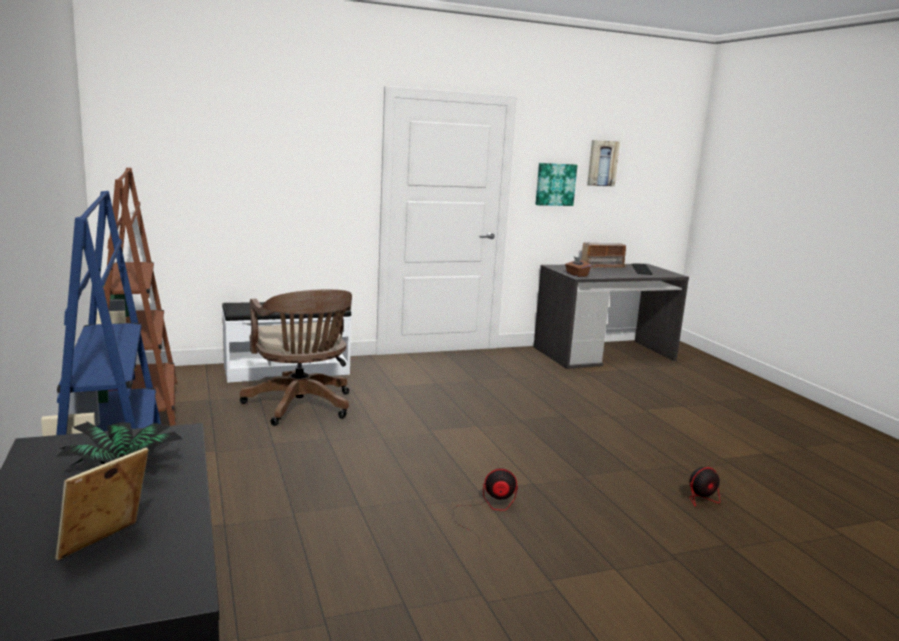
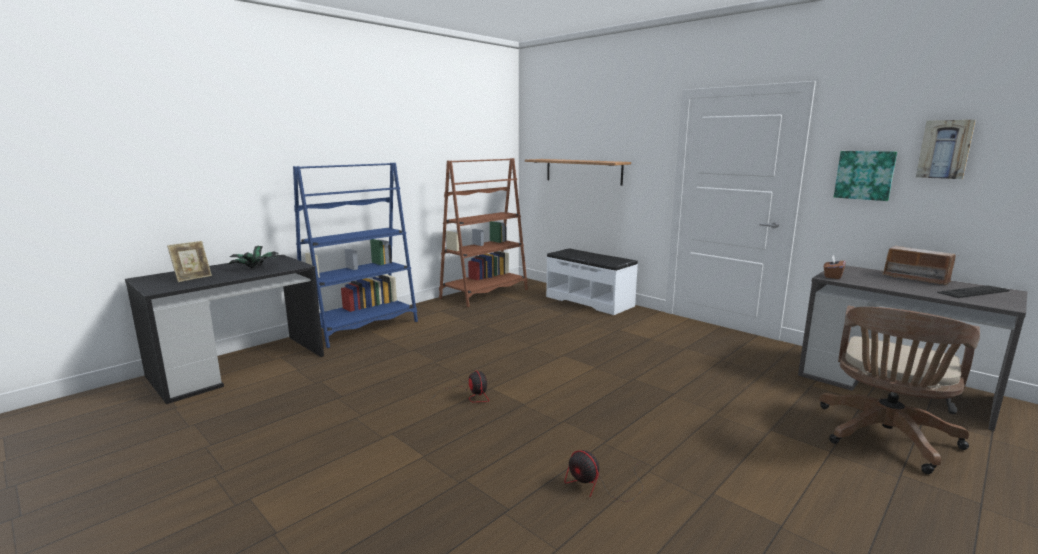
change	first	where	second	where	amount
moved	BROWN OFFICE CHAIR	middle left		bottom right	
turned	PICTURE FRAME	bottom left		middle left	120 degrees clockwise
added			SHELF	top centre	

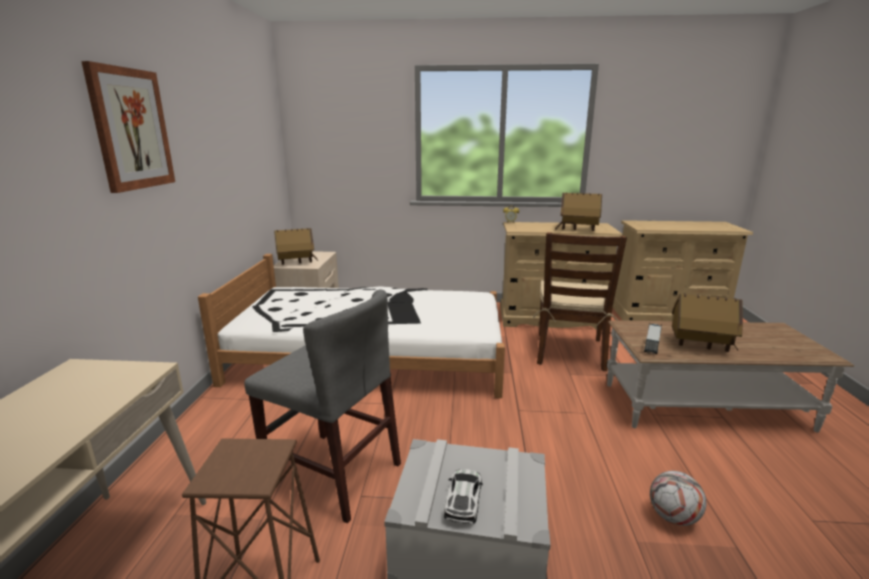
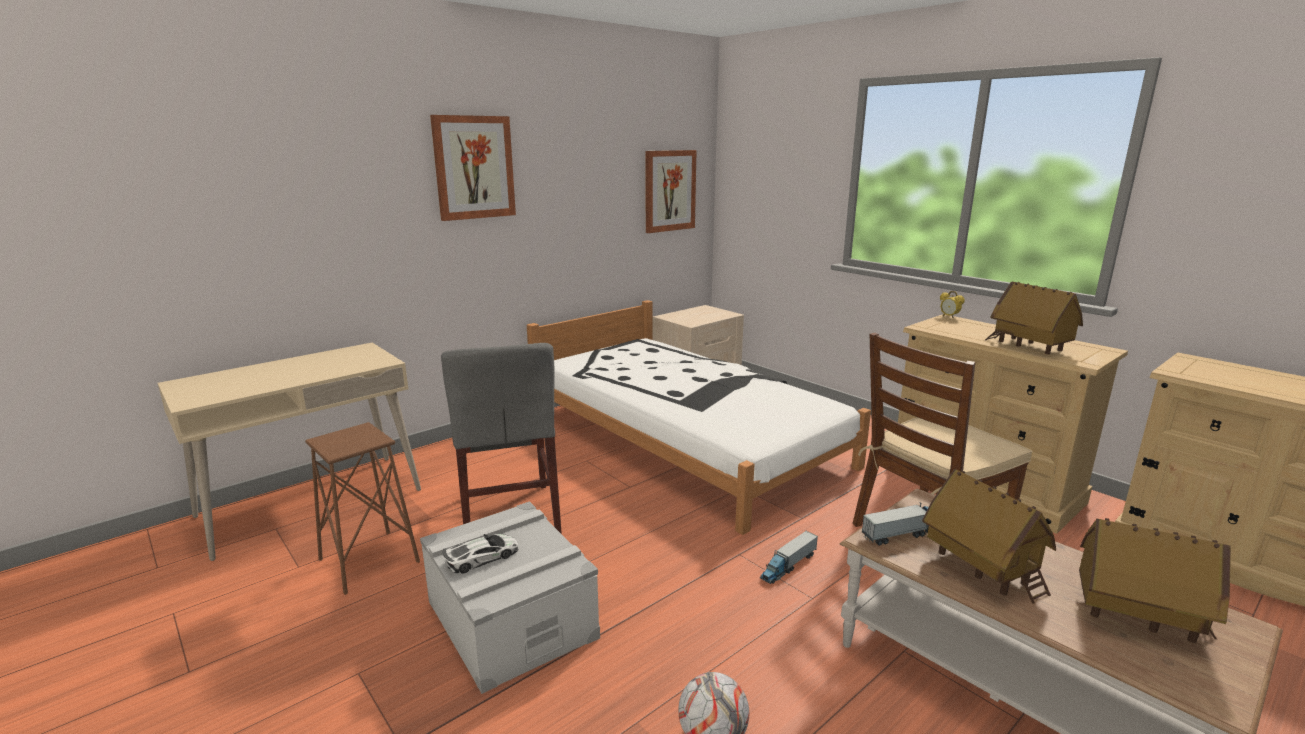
change	first	where	second	where	amount
moved	TOY HOUSE (1st from left in the first image)	centre	TOY HOUSE (3rd from left)	bottom right	
added			PICTURE (2nd from left)	top centre	
added			TOY TRUCK (1st from left)	bottom centre	

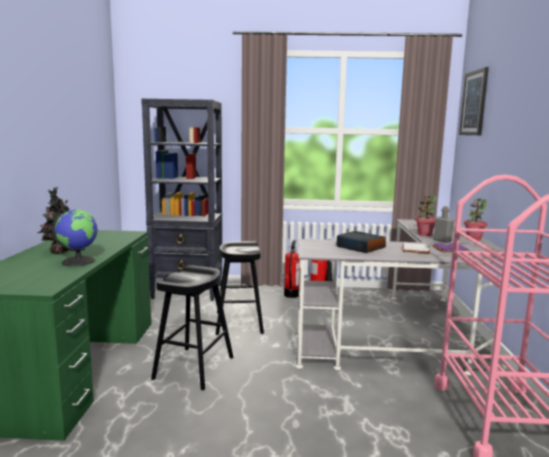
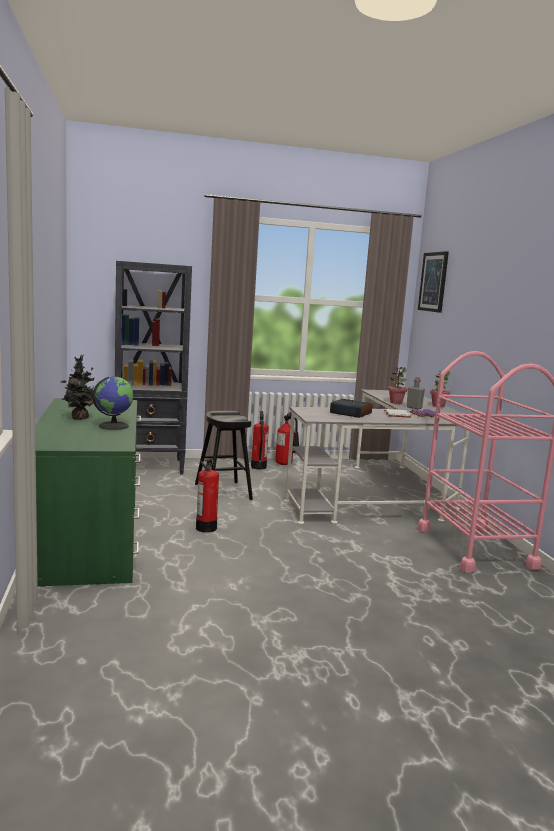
change	first	where	second	where	amount
replaced	BLACK STOOL (1st from left)	bottom centre	FIRE EXTINGUISHER (1st from left)	centre	

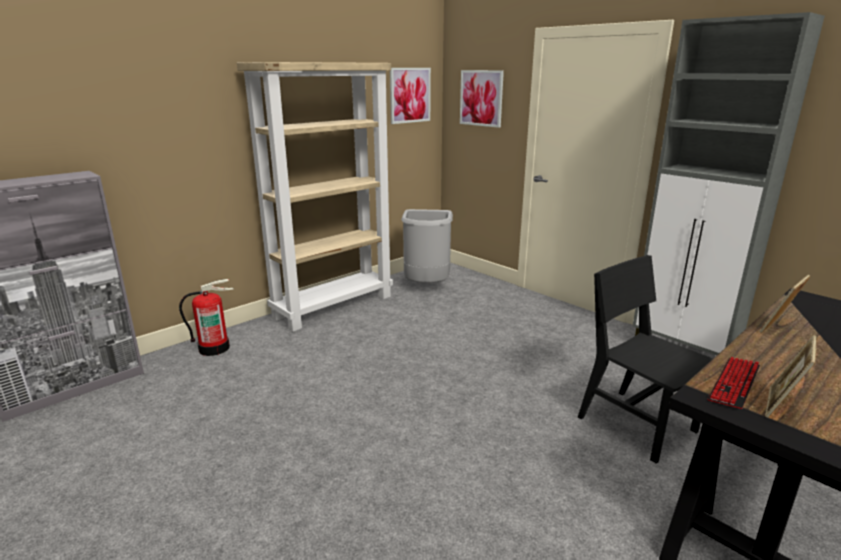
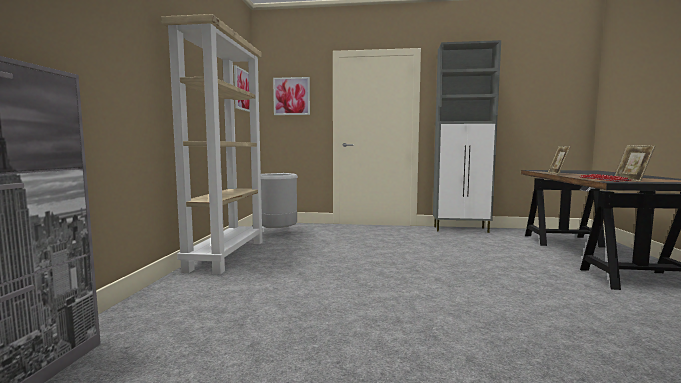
change	first	where	second	where	amount
removed	BLACK CHAIR	middle right			
removed	FIRE EXTINGUISHER	middle left			

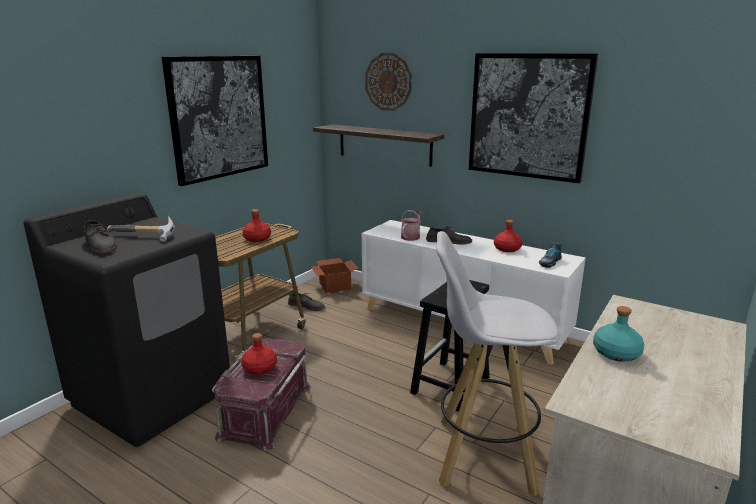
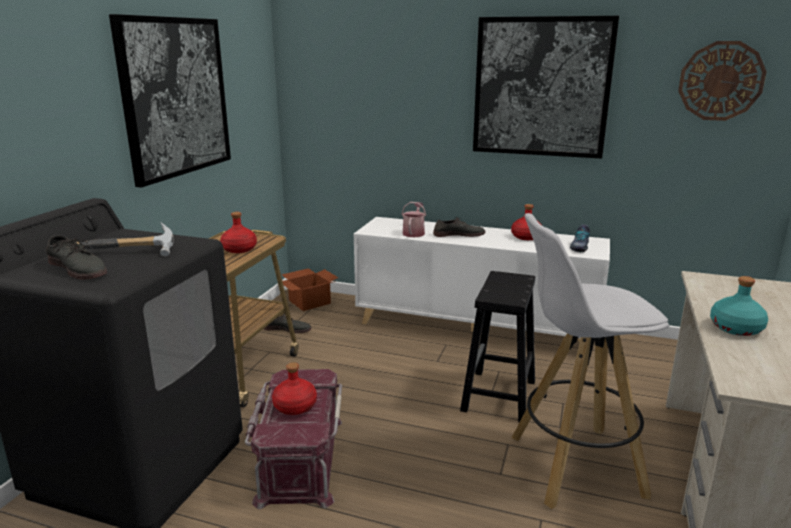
change	first	where	second	where	amount
moved	WALL CLOCK	top centre		top right	
removed	SHELF	top centre			

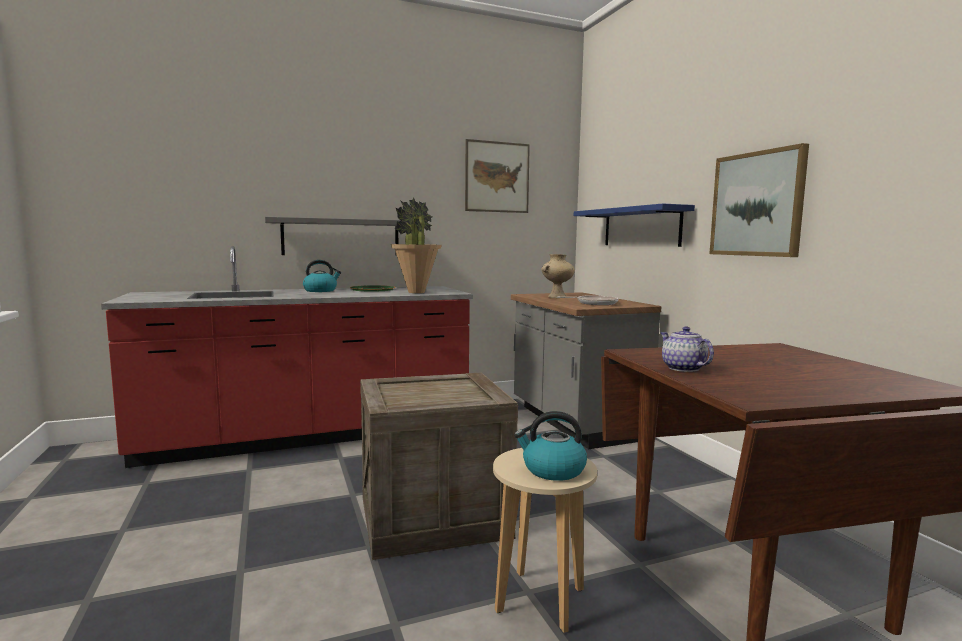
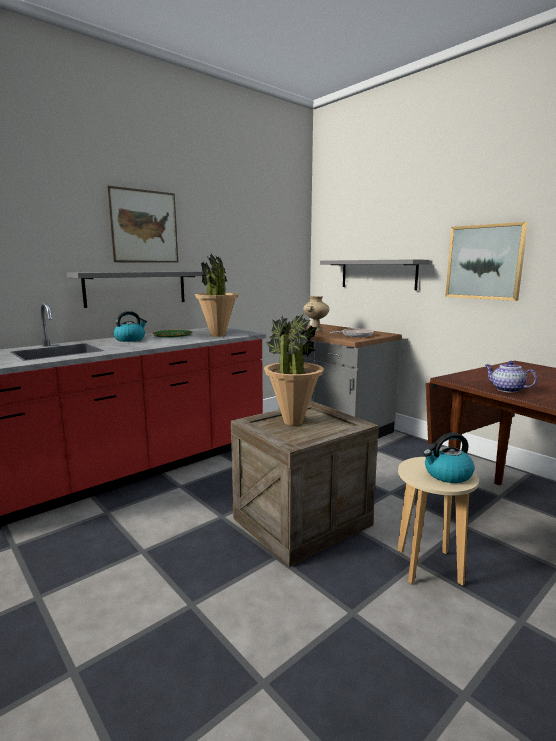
change	first	where	second	where	amount
moved	PICTURE (1st from left)	top centre		top left	
recoloured	BLUE SHELF	centre	GREY SHELF (2nd from left)	middle right	
added			POTTED PLANT (2nd from left)	centre	

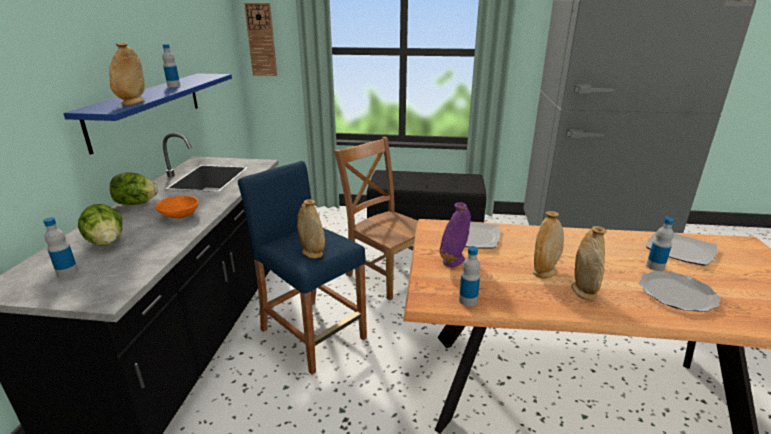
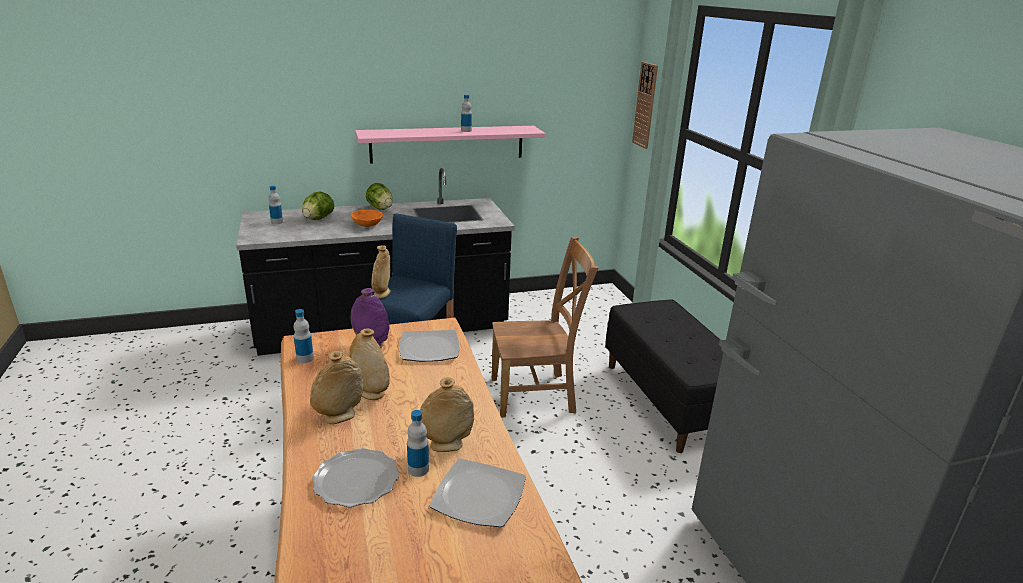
change	first	where	second	where	amount
moved	BEIGE VASE (1st from left in the first image)	top left	BEIGE VASE (4th from left)	bottom centre	
recoloured	BLUE SHELF	top left	PINK SHELF	top centre	
turned	BROWN CHAIR	centre		centre	60 degrees clockwise

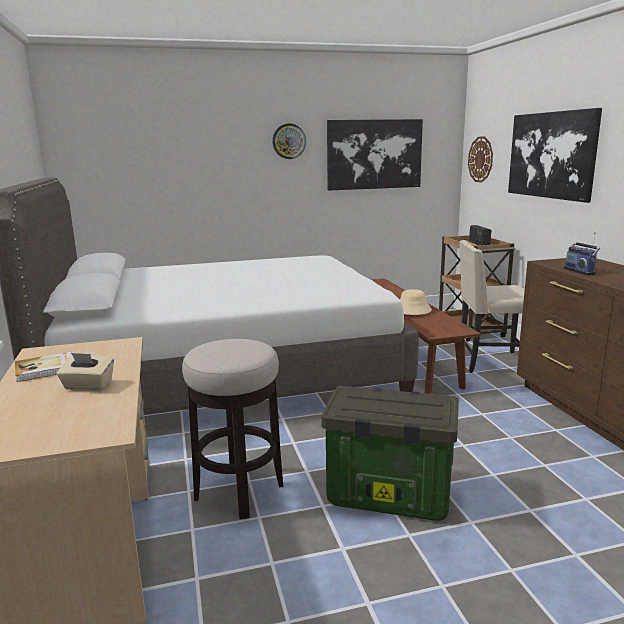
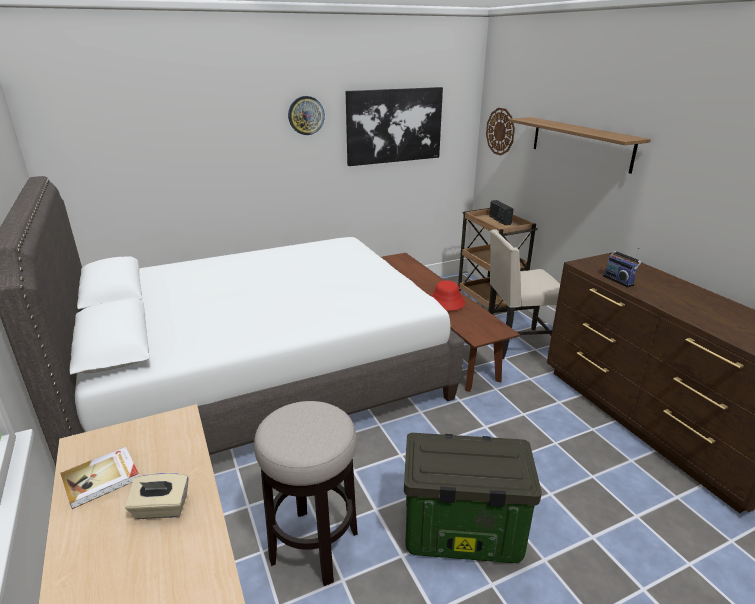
change	first	where	second	where	amount
replaced	PICTURE (2nd from left)	top right	SHELF	top right	
recoloured	BEIGE HAT	middle right	RED HAT	centre	

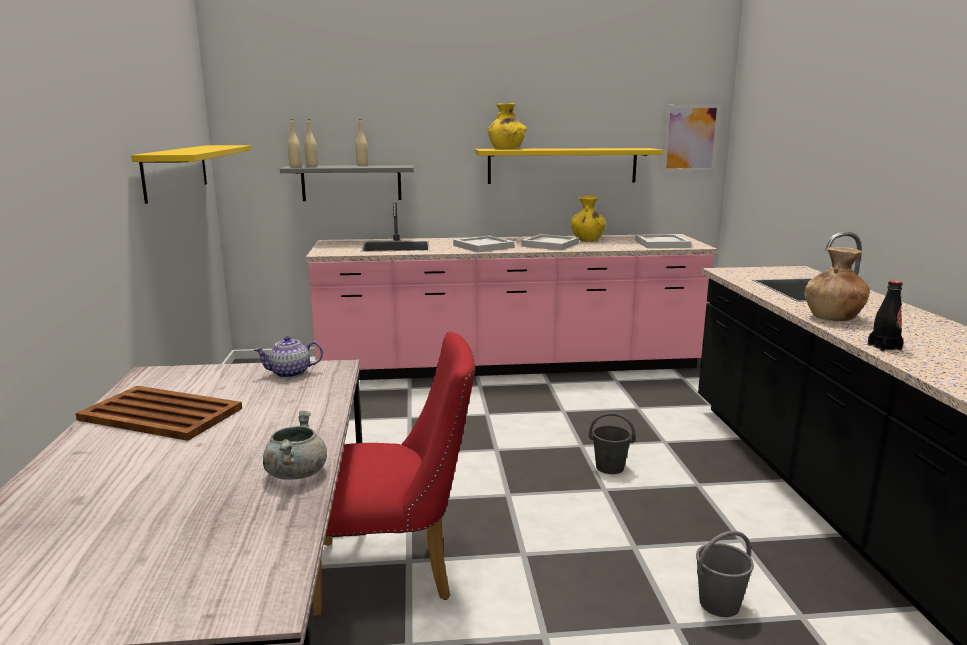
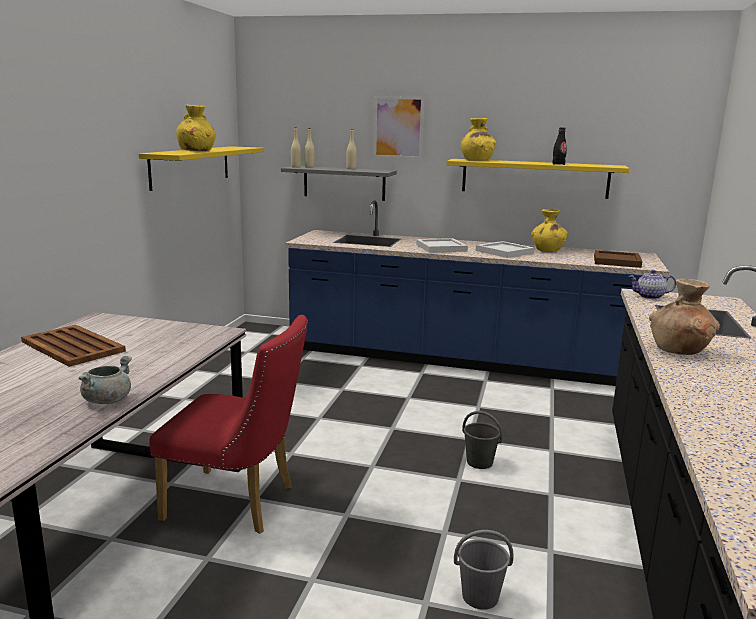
change	first	where	second	where	amount
moved	PICTURE	top right		top centre	
recoloured	PINK COUNTER	centre	BLUE COUNTER	centre	
recoloured	WHITE TRAY (3rd from left)	middle right	BROWN TRAY (2nd from left)	middle right	
moved	BLACK BOTTLE	middle right		top right	
moved	TEAPOT	middle left		middle right	
added			YELLOW VASE (1st from left)	top left	

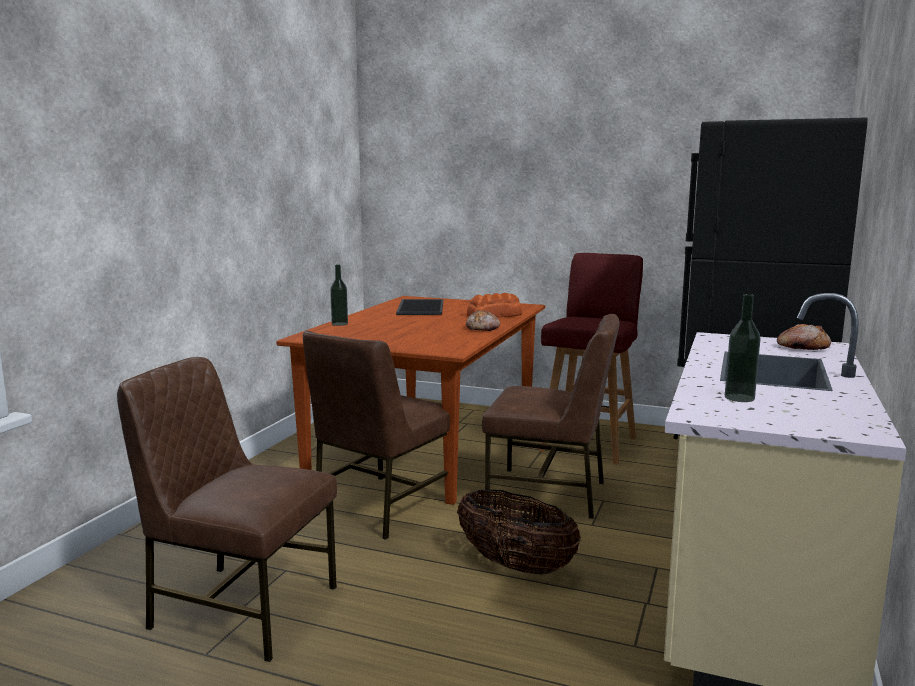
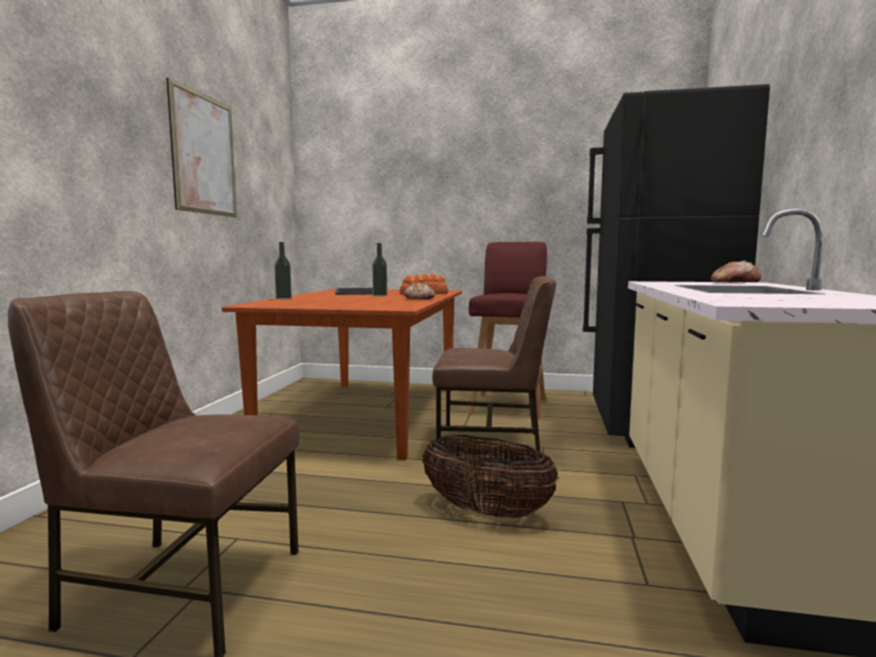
change	first	where	second	where	amount
moved	BOTTLE (2nd from left)	middle right		centre	
removed	BROWN CHAIR (2nd from left)	centre			
added			PICTURE	top left	

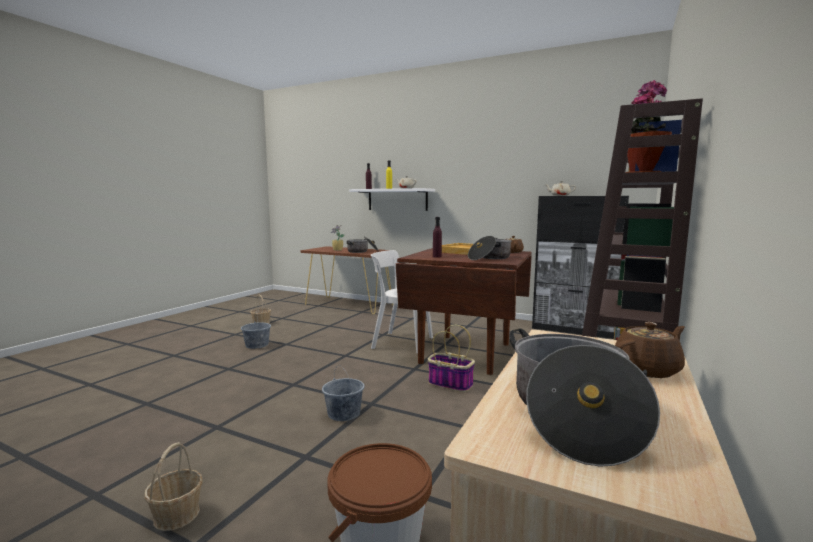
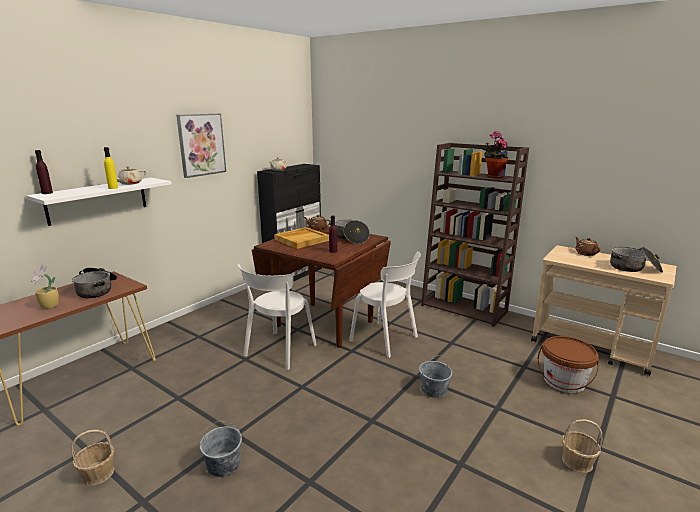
change	first	where	second	where	amount
replaced	BASKET (3rd from left)	centre	WHITE CHAIR (2nd from left)	centre	
added			PICTURE	top left	

